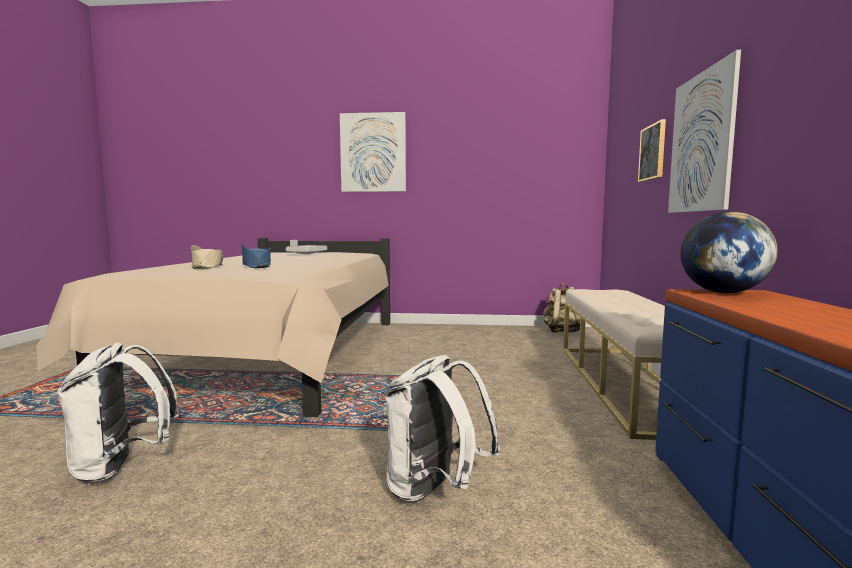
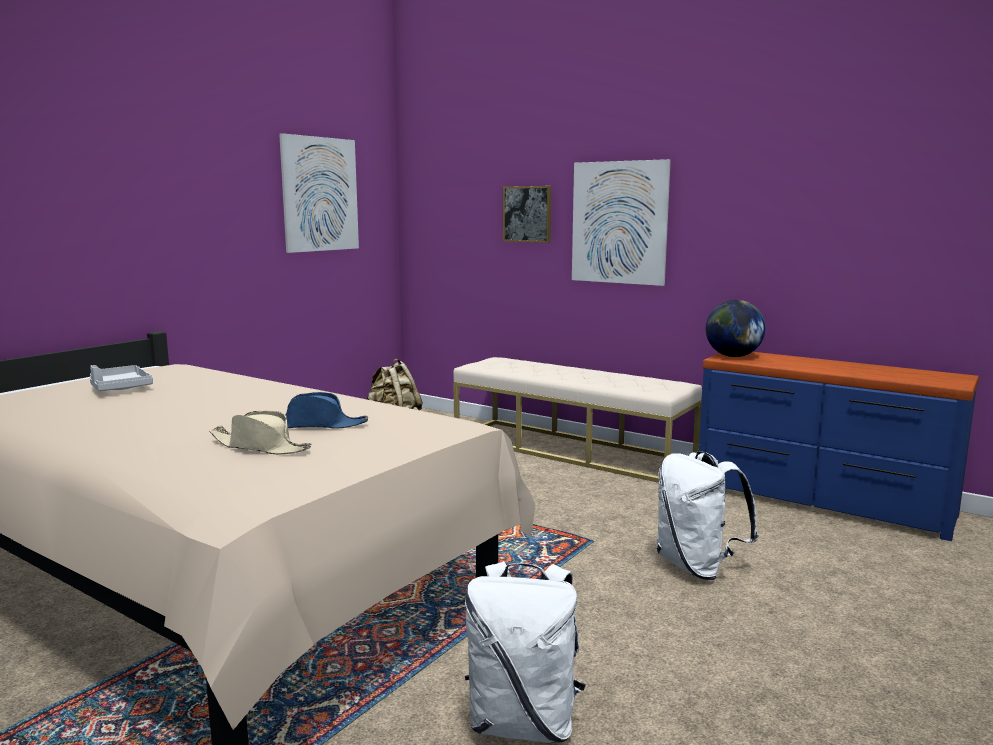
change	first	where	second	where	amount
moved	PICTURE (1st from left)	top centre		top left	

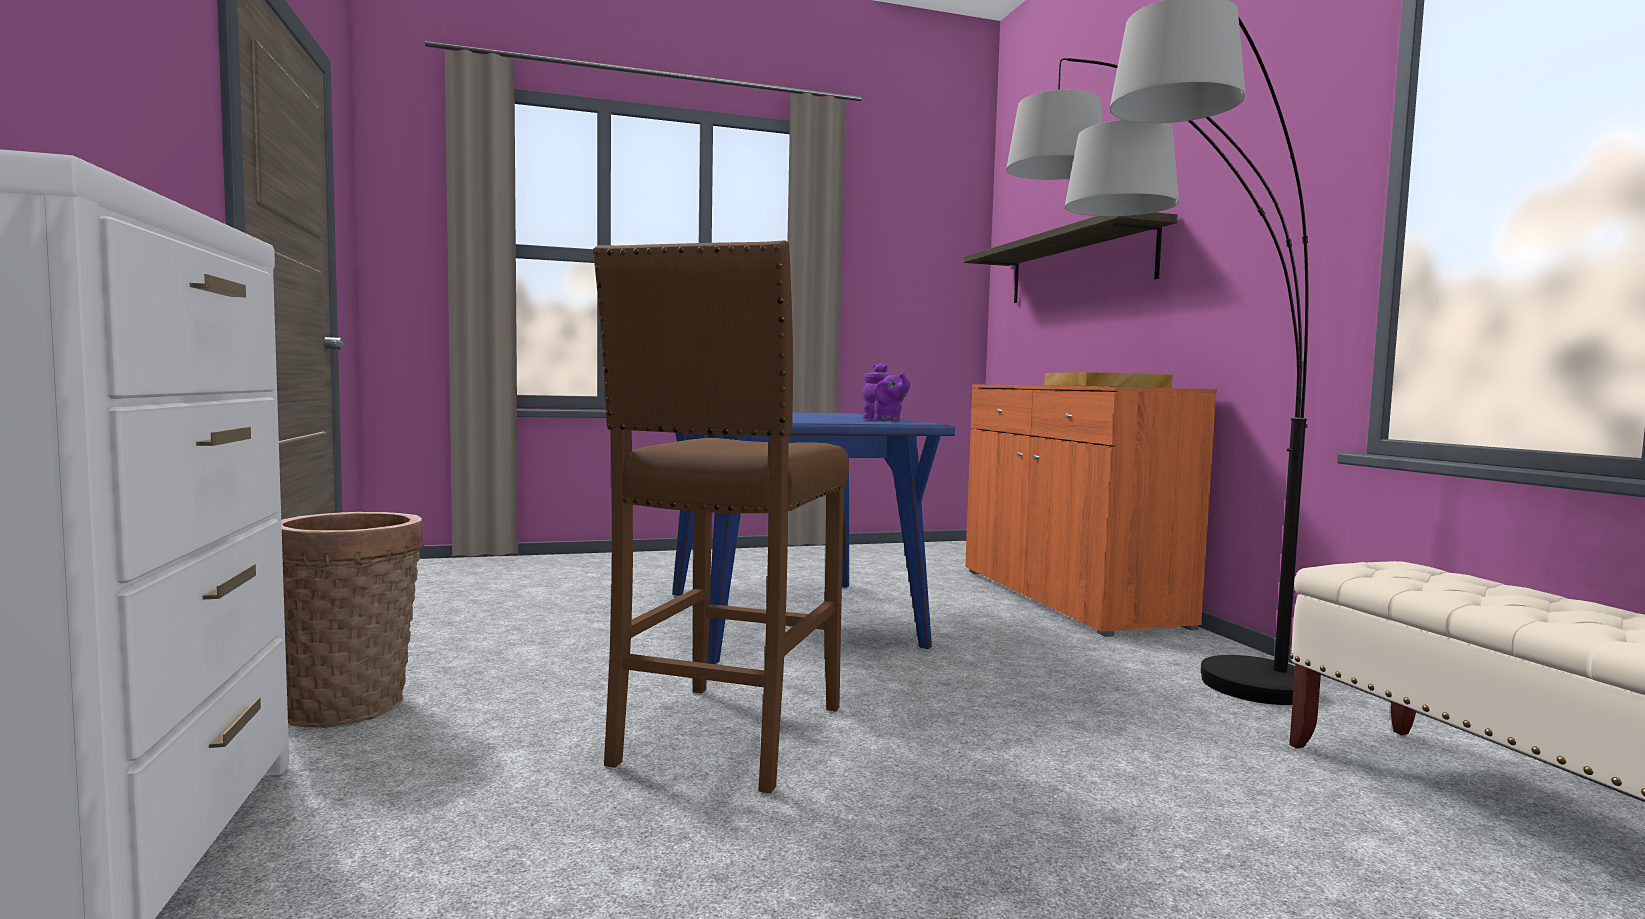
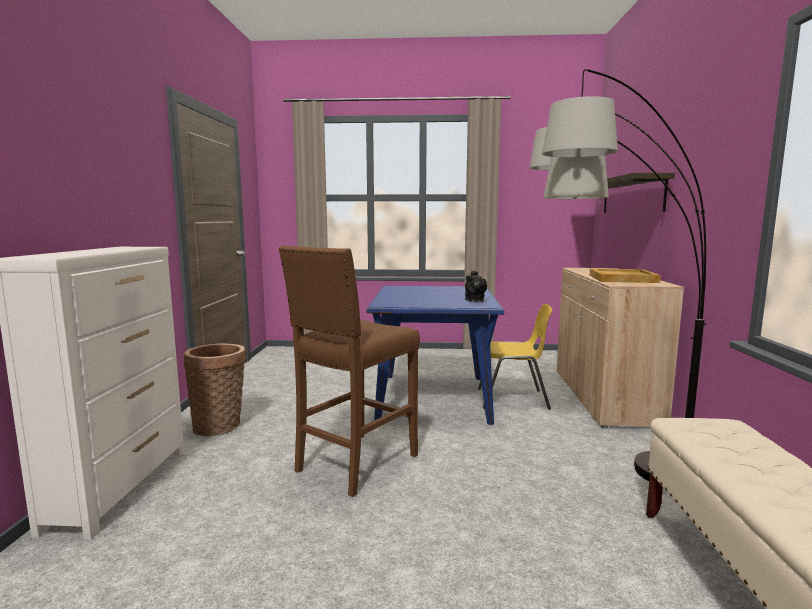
change	first	where	second	where	amount
recoloured	PURPLE TEAPOT	centre	BLACK TEAPOT	centre	
recoloured	ORANGE CABINET	centre	BEIGE CABINET	middle right	
added			YELLOW CHAIR	centre	

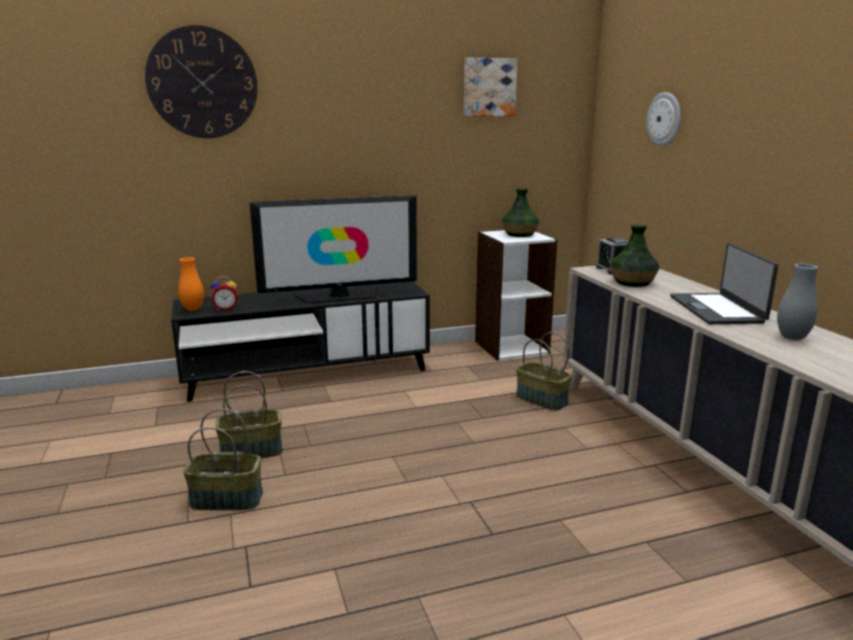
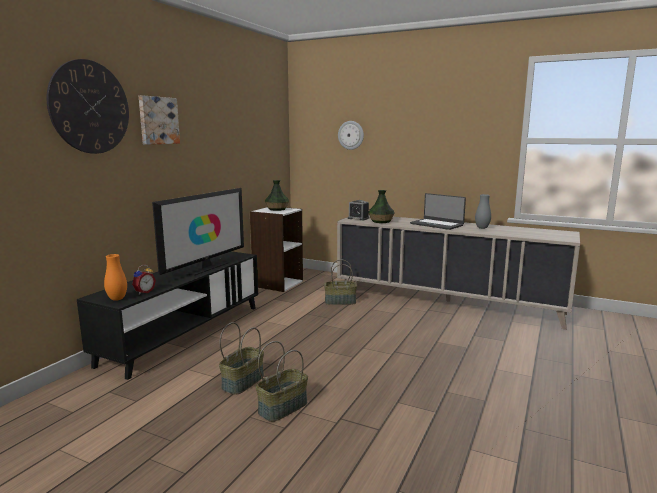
change	first	where	second	where	amount
moved	PICTURE	top centre		top left	

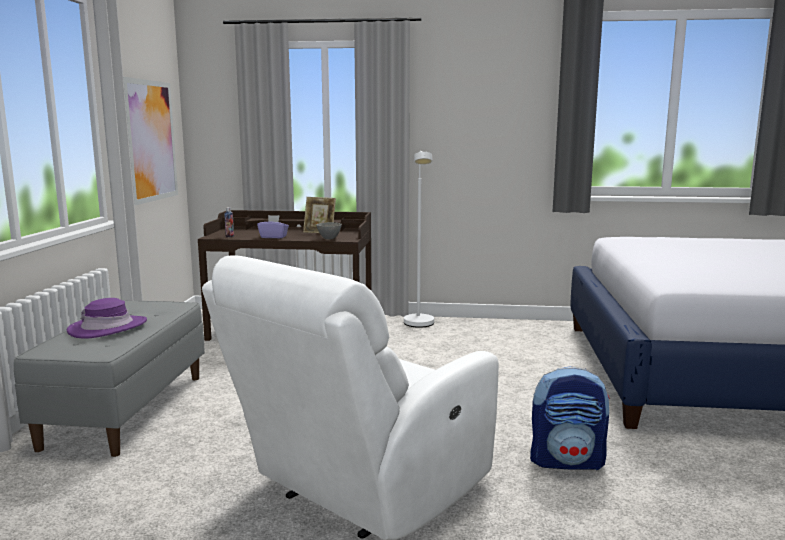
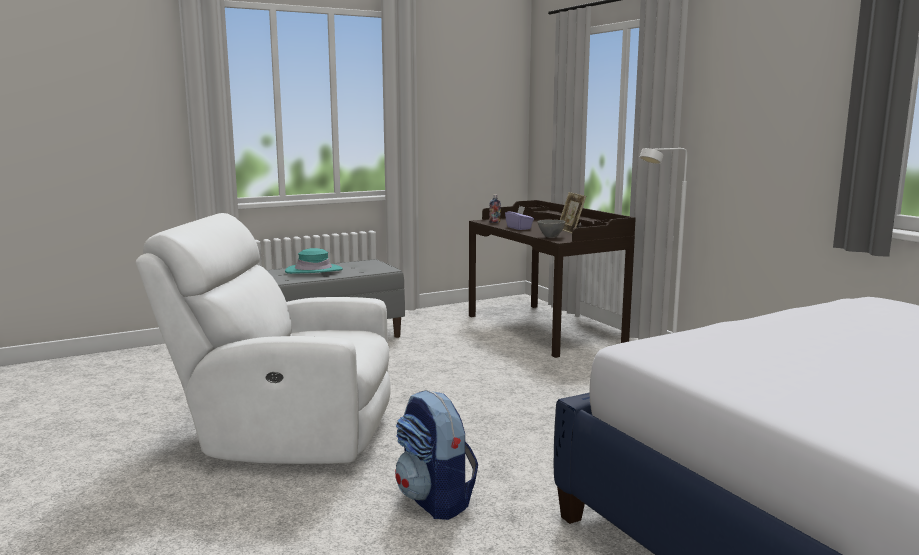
change	first	where	second	where	amount
removed	PICTURE	top left			
recoloured	PURPLE HAT	middle left	TURQUOISE HAT	centre	

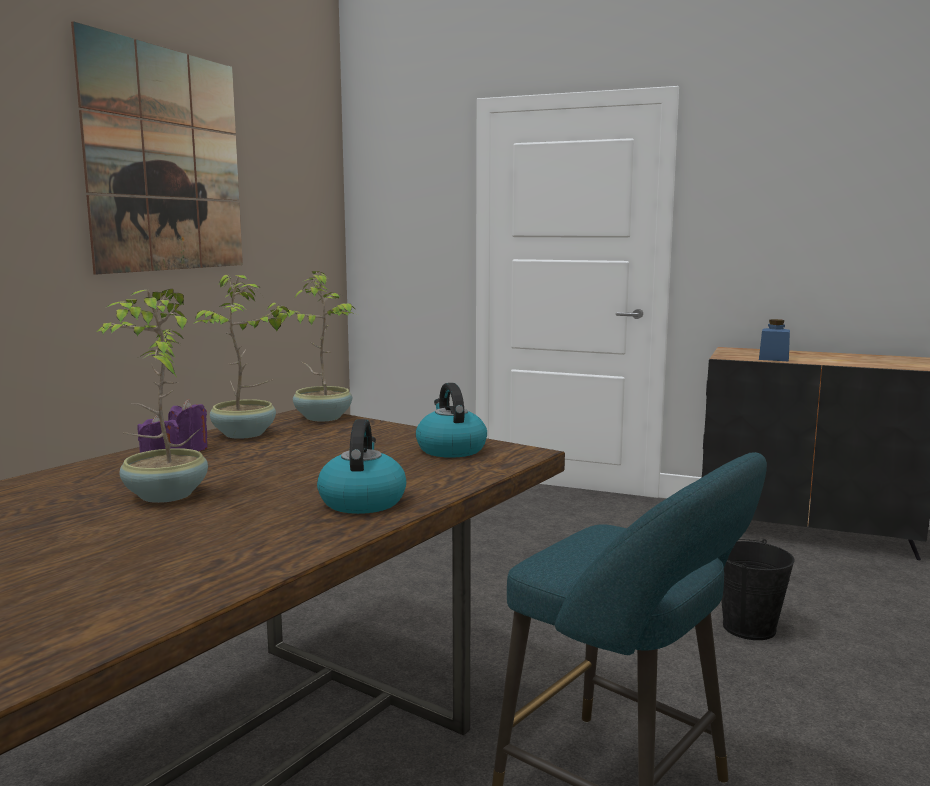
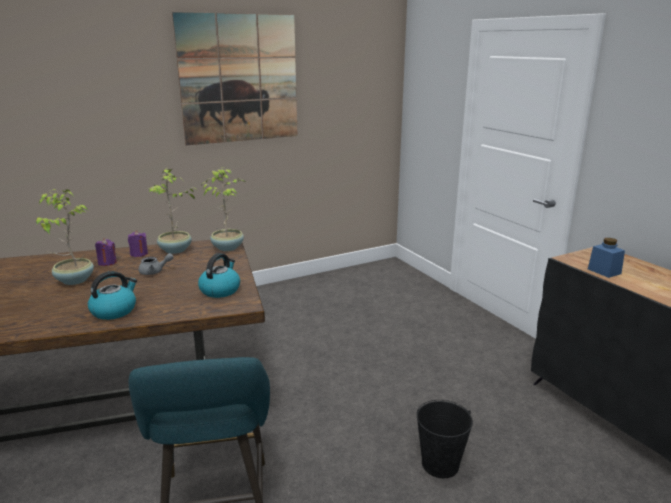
change	first	where	second	where	amount
added			GREY TEAPOT	middle left	

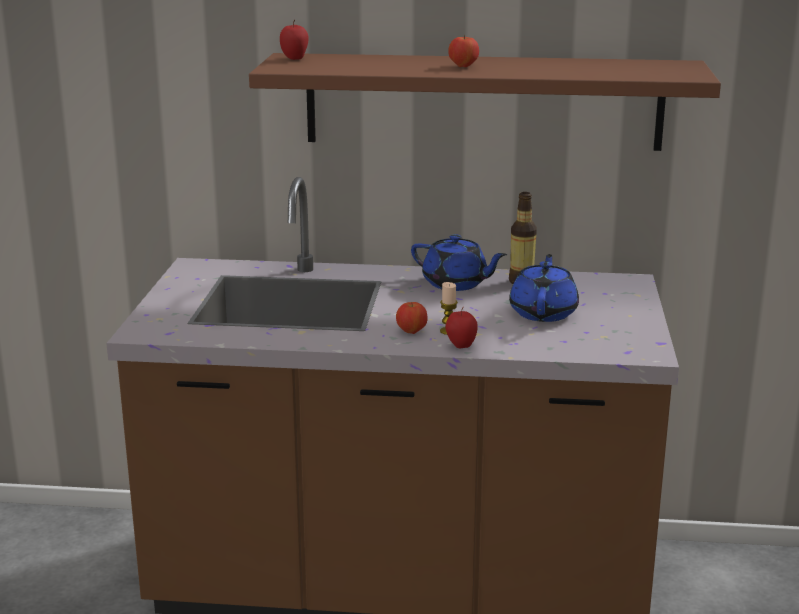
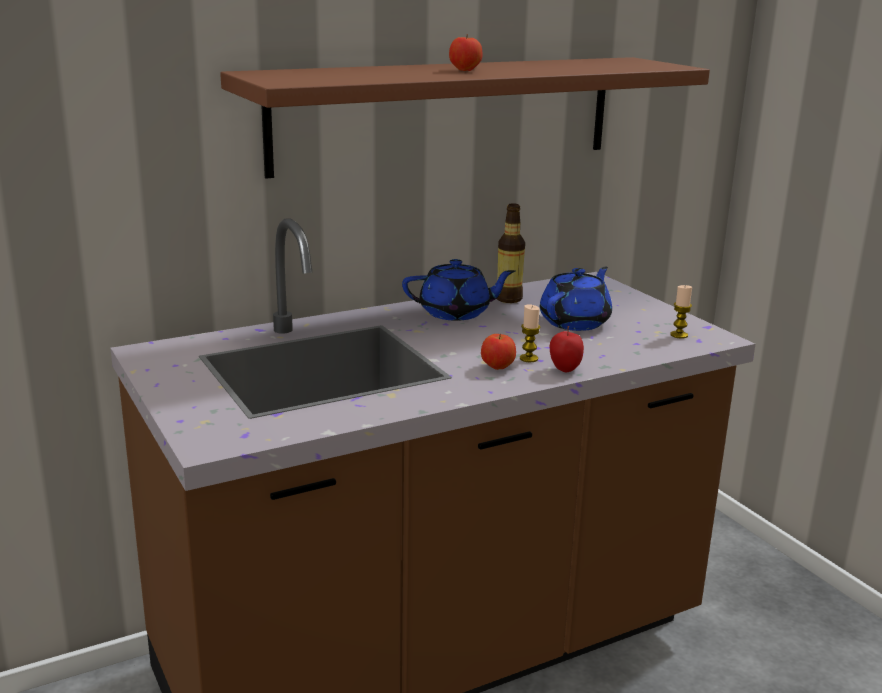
change	first	where	second	where	amount
removed	APPLE (1st from left)	top centre			
turned	BLUE TEAPOT (2nd from left)	middle right		centre	60 degrees clockwise
added			CANDLE (2nd from left)	middle right	

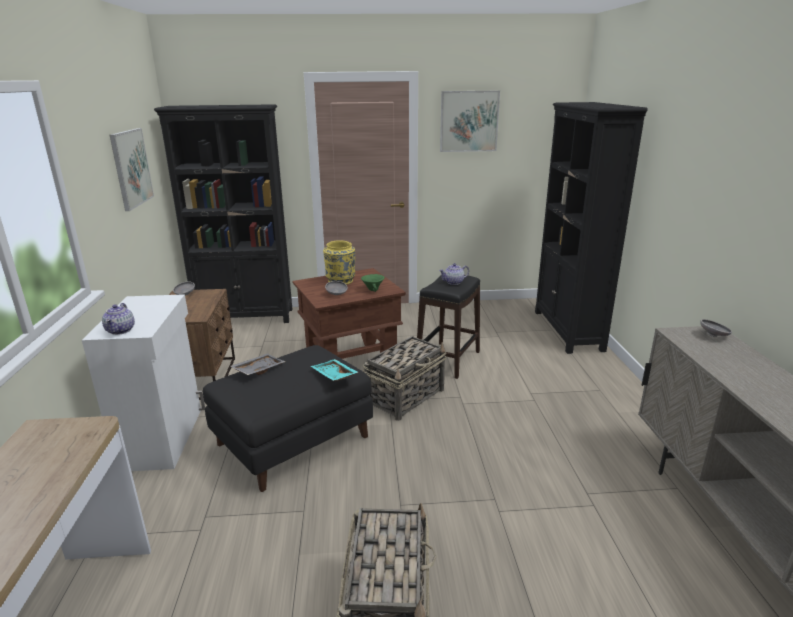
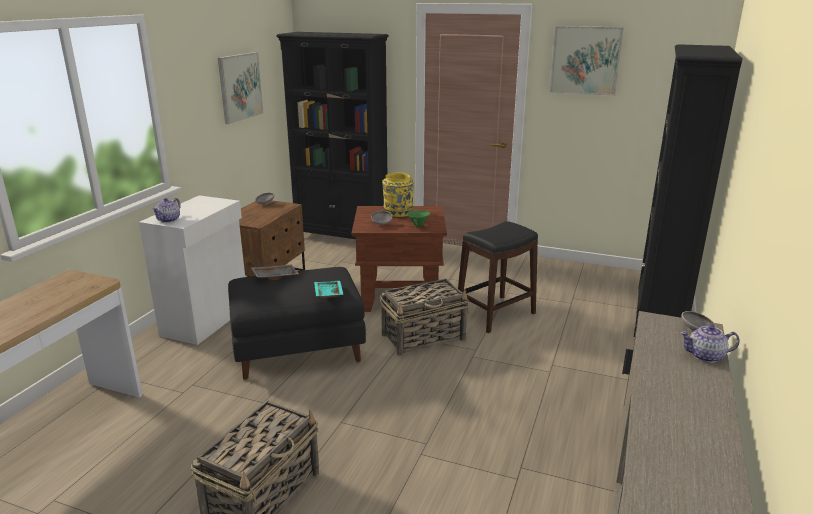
change	first	where	second	where	amount
moved	TEAPOT (2nd from left)	centre		bottom right	

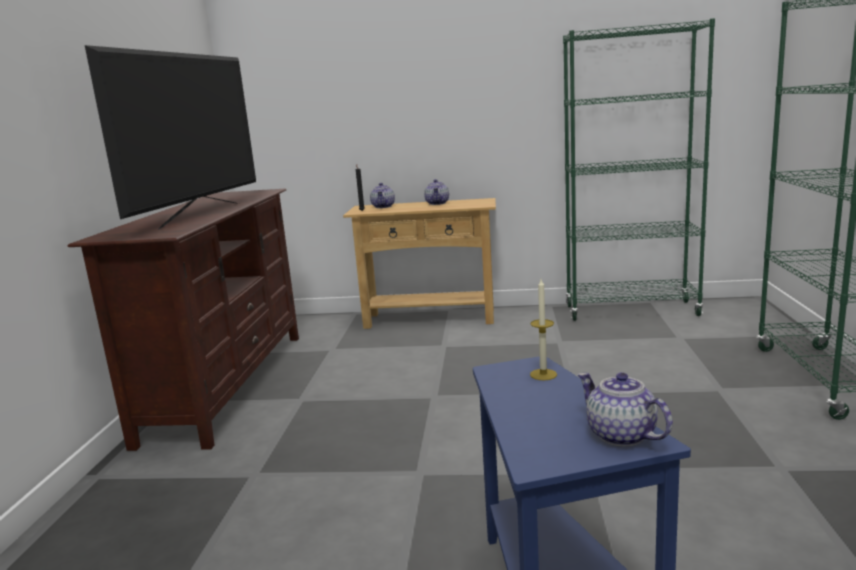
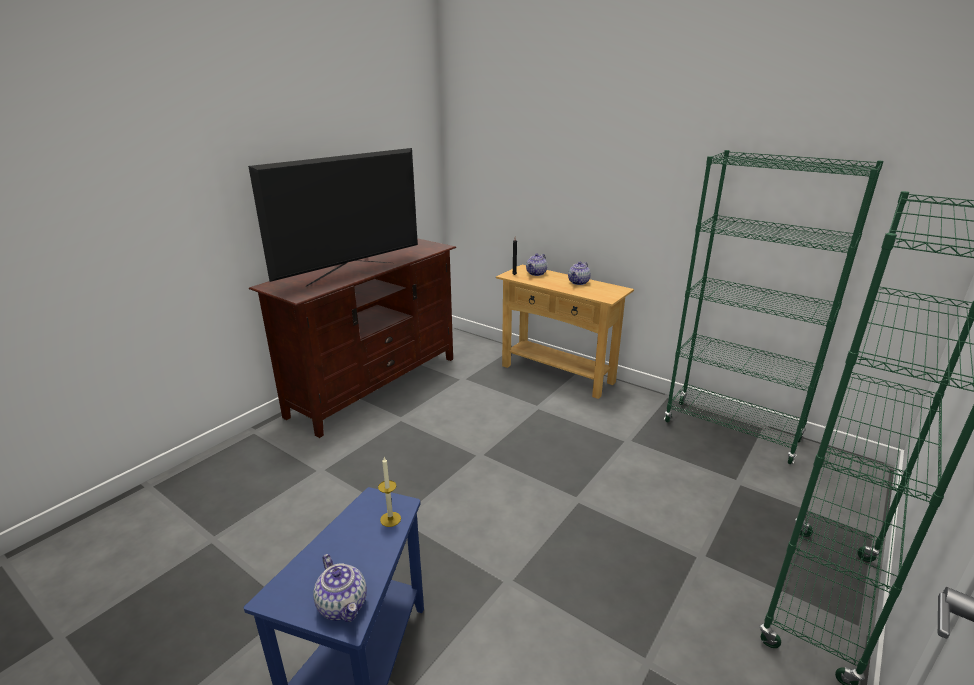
change	first	where	second	where	amount
turned	TEAPOT (3rd from left in the first image)	bottom right	TEAPOT (1st from left)	bottom centre	150 degrees clockwise

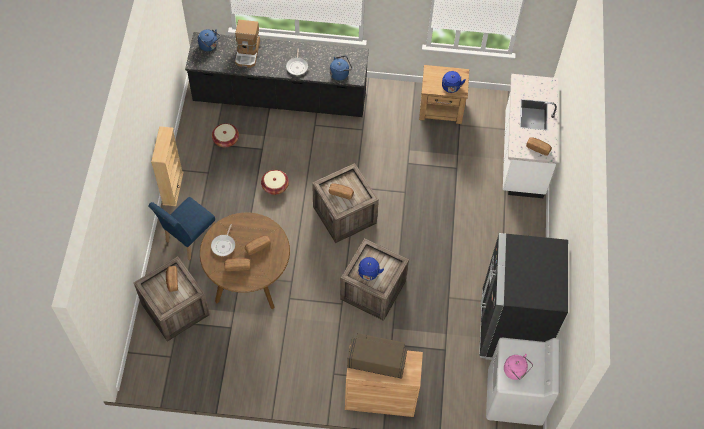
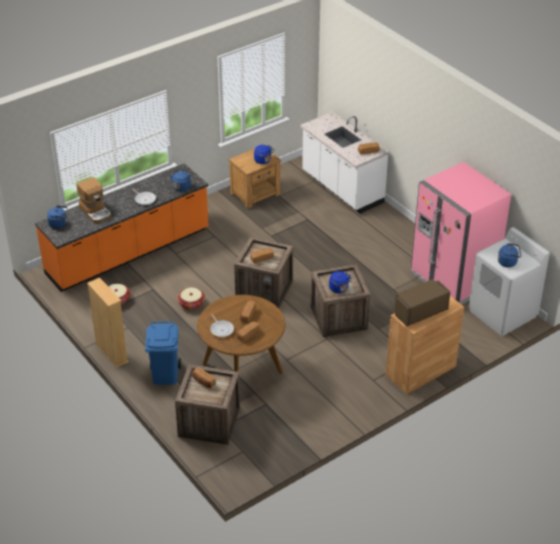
change	first	where	second	where	amount
recoloured	BLACK COUNTER	top centre	ORANGE COUNTER	middle left	
replaced	BLUE CHAIR	middle left	BLUE TRASH CAN	middle left	
recoloured	BLACK FRIDGE	bottom right	PINK FRIDGE	middle right	
recoloured	PINK KETTLE	bottom right	BLUE KETTLE (5th from left)	middle right	

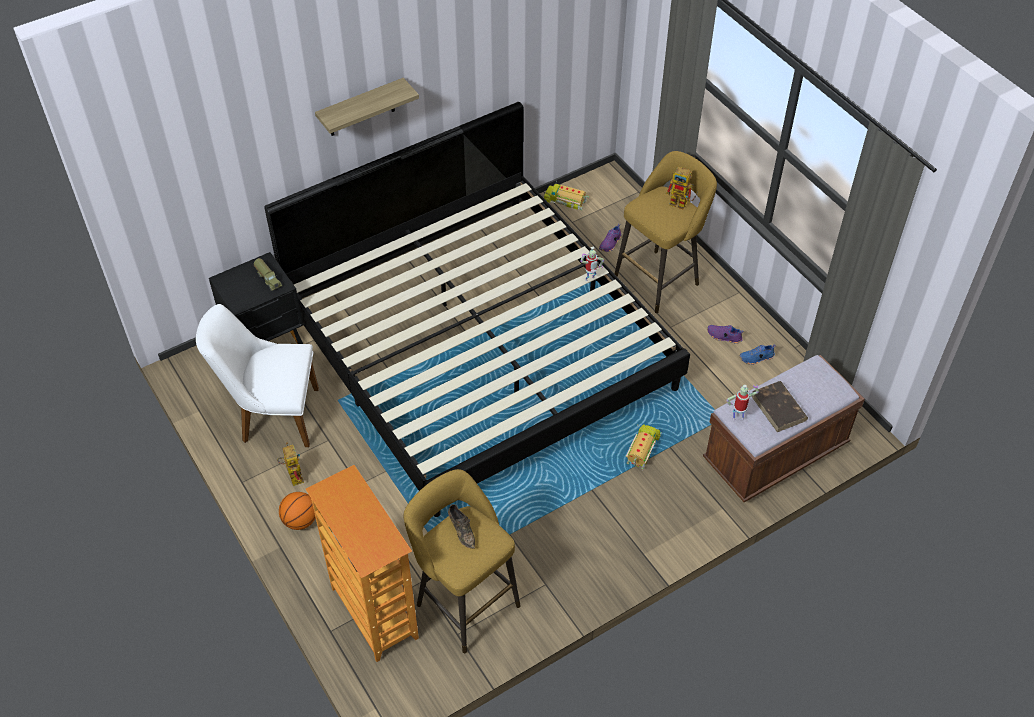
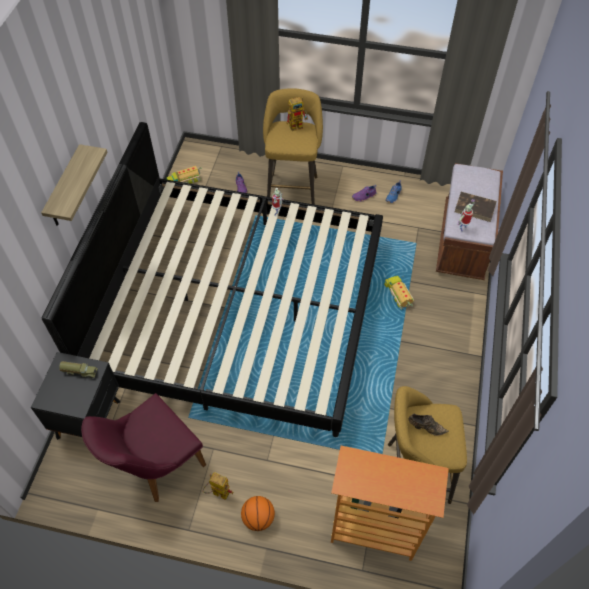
change	first	where	second	where	amount
recoloured	WHITE CHAIR	middle left	PURPLE CHAIR	bottom left	

